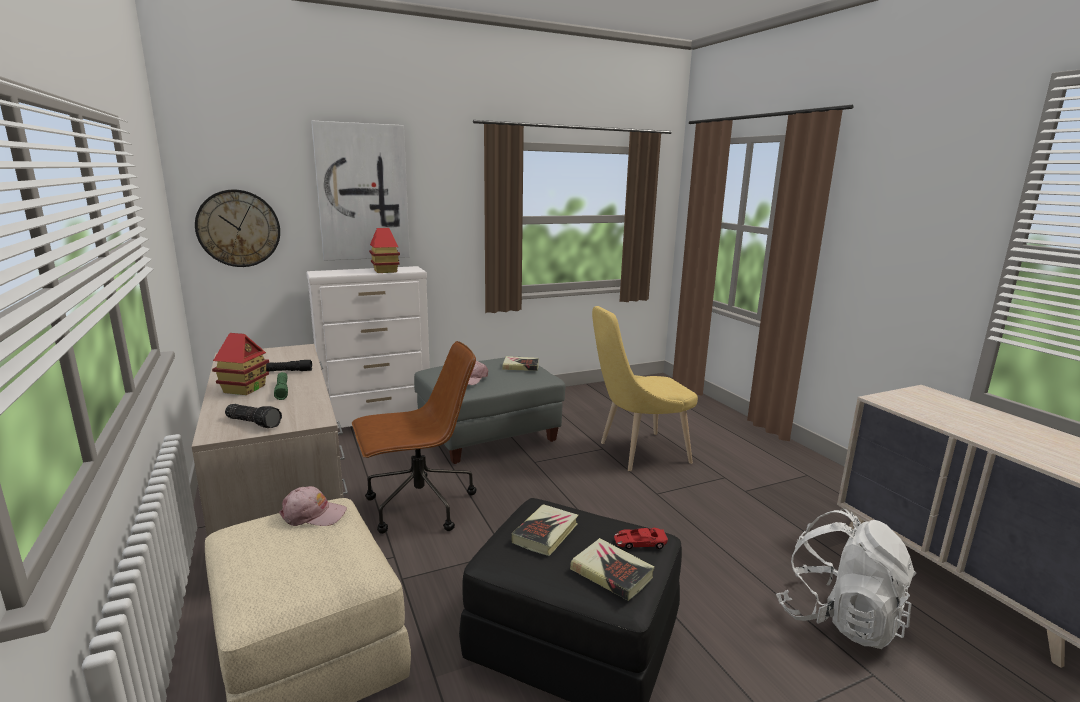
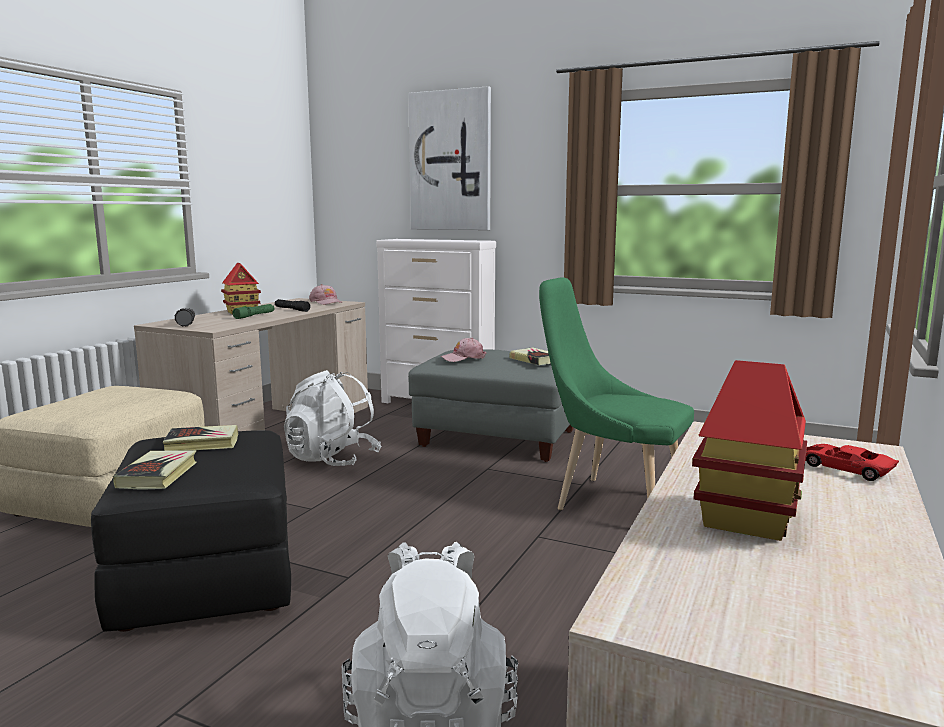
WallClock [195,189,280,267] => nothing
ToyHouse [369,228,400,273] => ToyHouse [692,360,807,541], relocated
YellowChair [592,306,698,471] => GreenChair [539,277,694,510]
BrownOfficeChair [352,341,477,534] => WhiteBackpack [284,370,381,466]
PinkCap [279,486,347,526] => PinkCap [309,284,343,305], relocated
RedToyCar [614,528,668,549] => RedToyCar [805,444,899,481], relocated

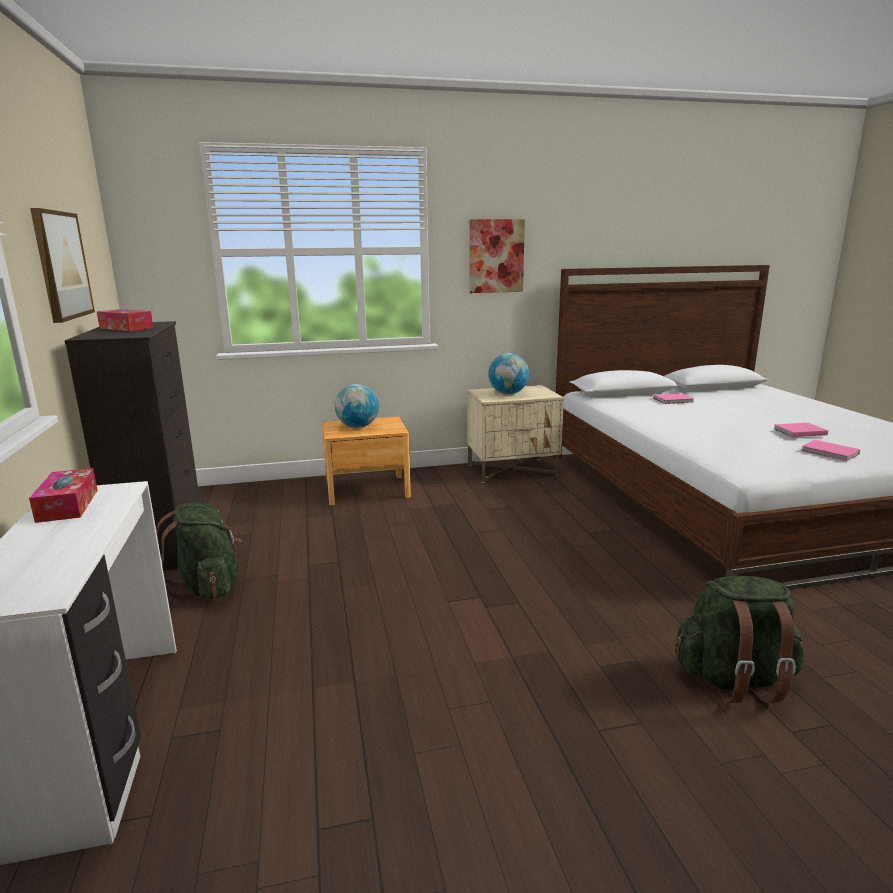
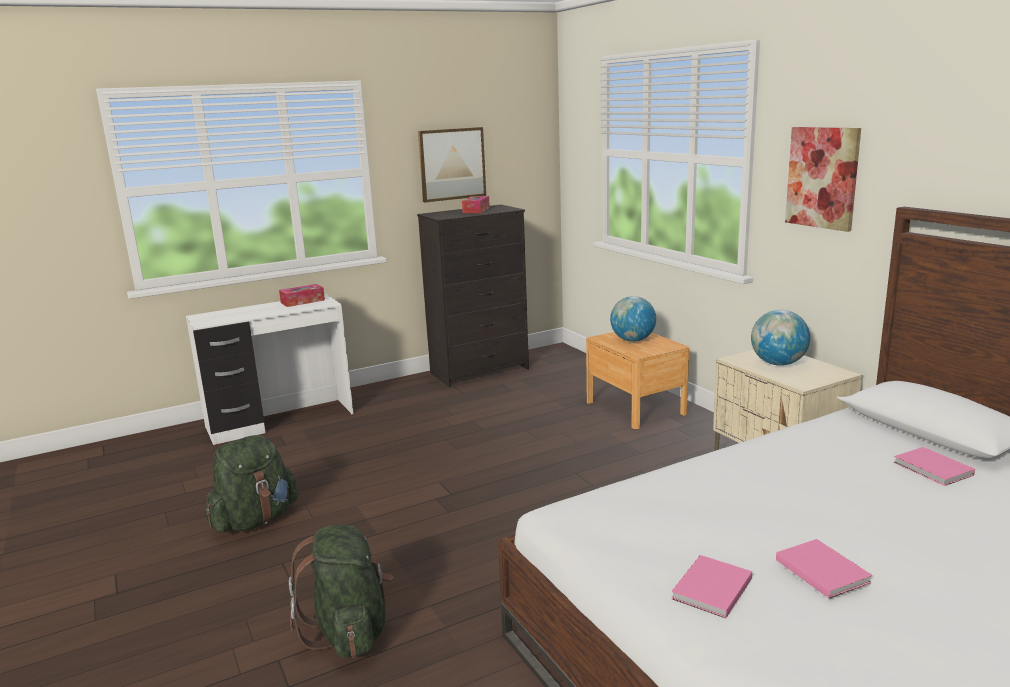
GreenBackpack [156,502,242,600] => GreenBackpack [206,435,299,532], relocated

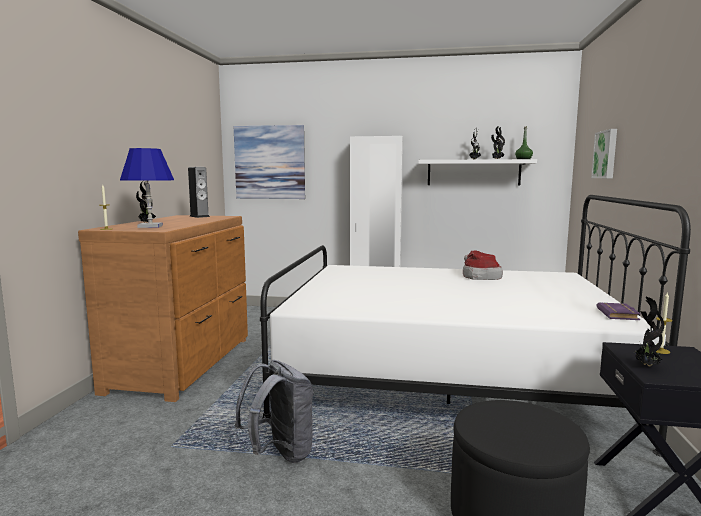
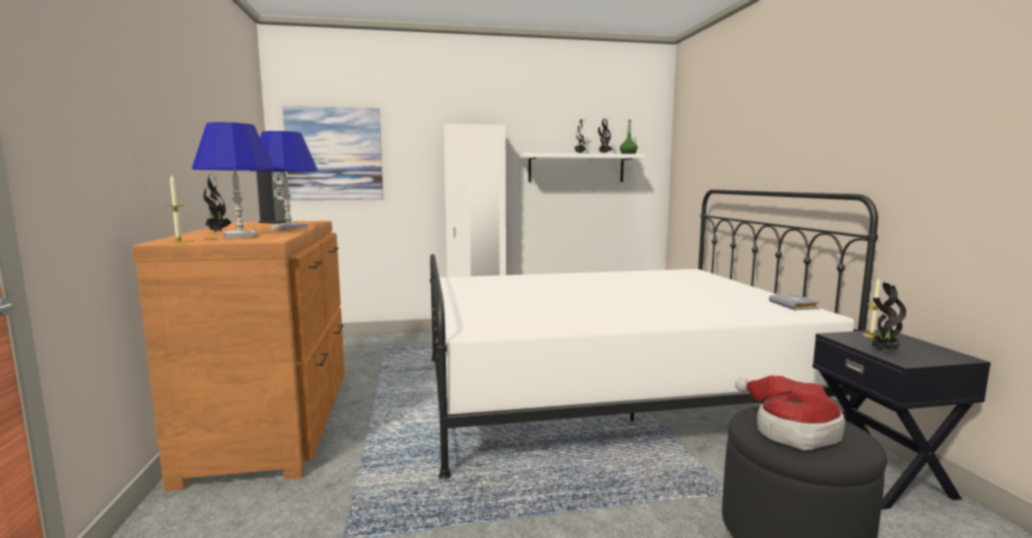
Picture [591,129,617,178] => nothing
Hat [463,250,503,280] => Hat [735,375,845,451], relocated
PurpleBook [596,302,640,320] => GreyBook [769,294,820,310]
GreyBackpack [235,360,314,463] => nothing
nothing => BlueTableLamp [250,131,318,230]

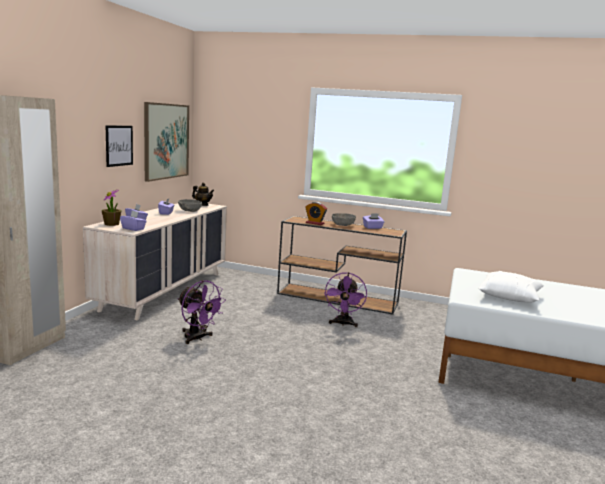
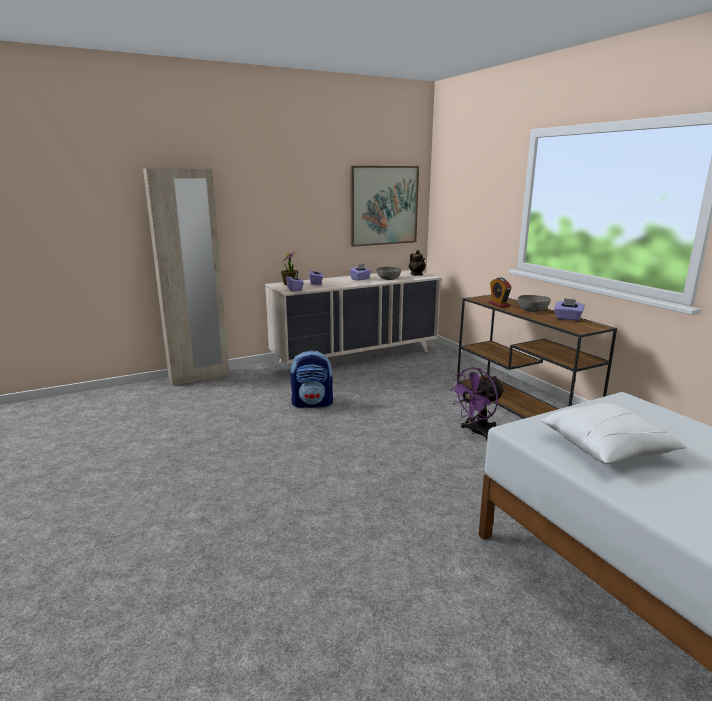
Picture [106,125,133,167] => nothing
PurpleFan [178,280,226,344] => Backpack [290,351,333,408]

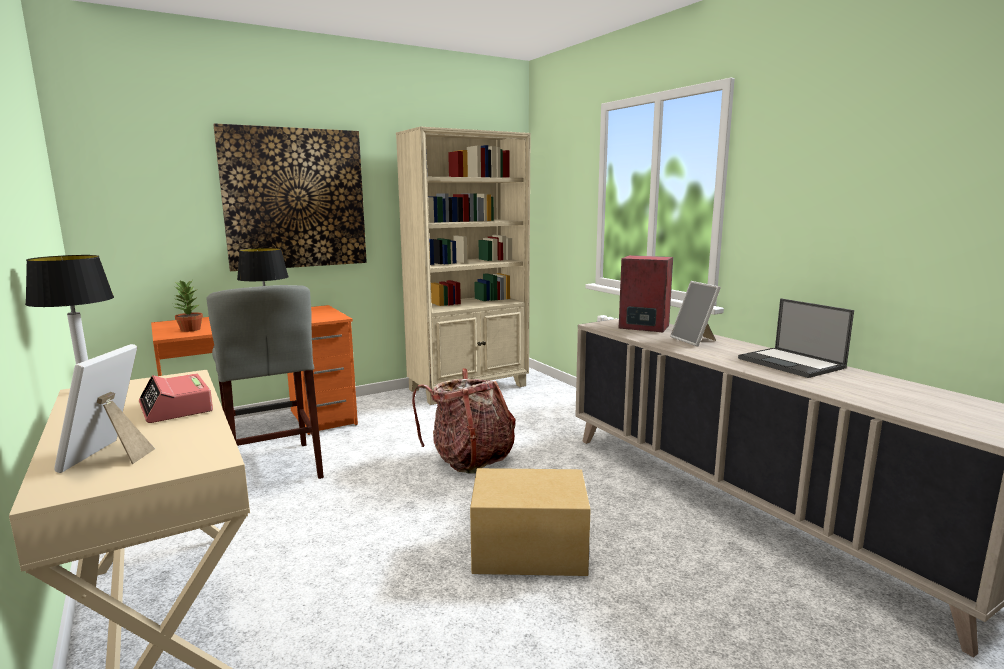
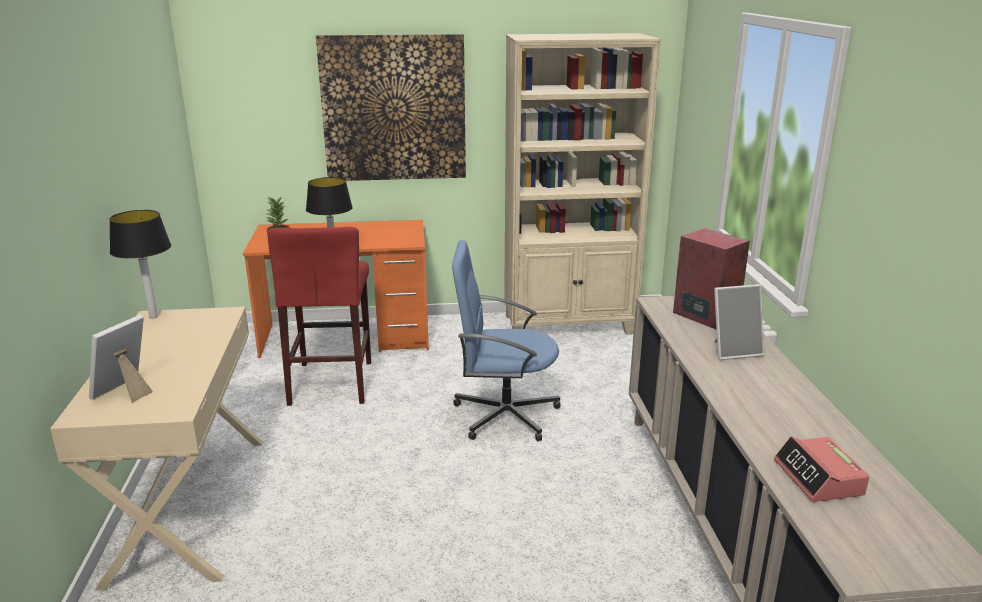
PictureFrame [670,281,721,346] => PictureFrame [714,284,765,360], 105 degrees counterclockwise
GreyStool [206,285,324,479] => RedStool [267,227,371,406]
Laptop [738,298,854,378] => nothing
Backpack [412,369,515,474] => BlueOfficeChair [452,240,561,441]
AlarmClock [139,374,213,423] => AlarmClock [774,436,869,502], relocated
CardboardBox [470,468,591,576] => nothing

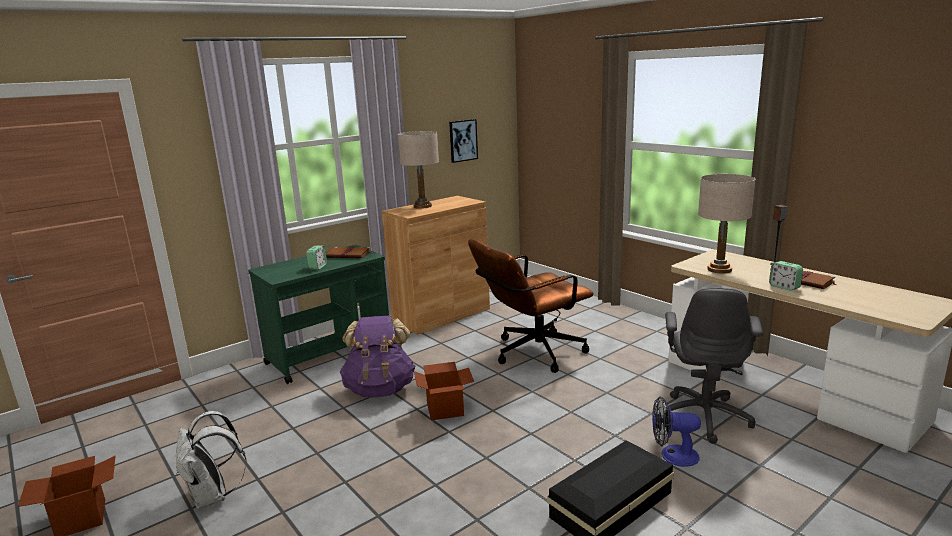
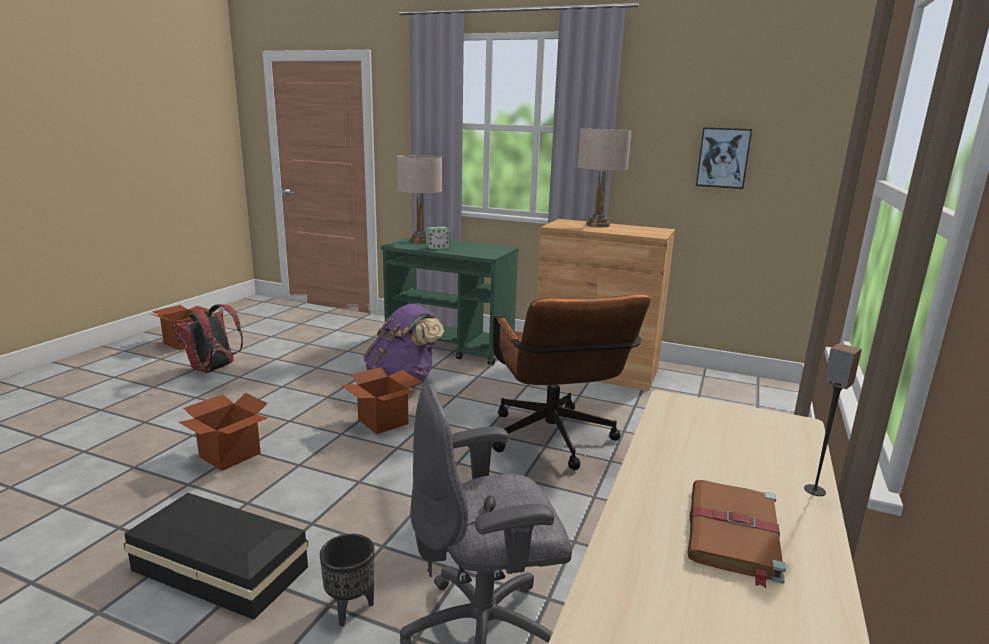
BeigeTableLamp [698,174,755,273] => BeigeTableLamp [397,155,442,243], relocated
BrownOfficeChair [468,239,594,373] => BrownOfficeChair [492,294,651,470], 135 degrees counterclockwise
BrownBook [326,247,371,258] => nothing
AlarmClock [769,261,803,291] => nothing
Fan [652,397,701,467] => BlackPlanter [320,534,375,627]
WhiteBackpack [176,411,246,509] => RedBackpack [174,304,243,373]
nothing => CardboardBox [179,393,268,471]

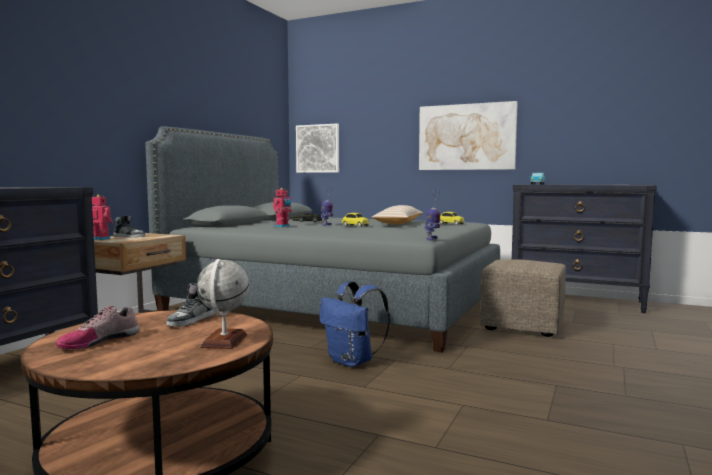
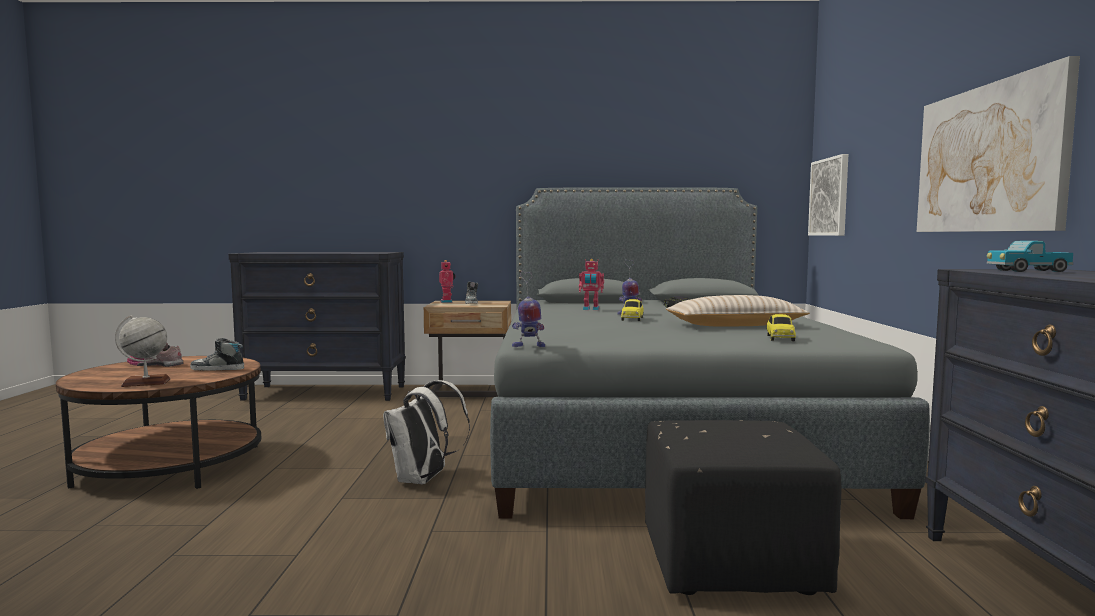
BeigeOttoman [480,259,566,337] => BlackOttoman [645,420,842,595]
BlueBackpack [319,281,390,367] => WhiteBackpack [383,380,470,484]

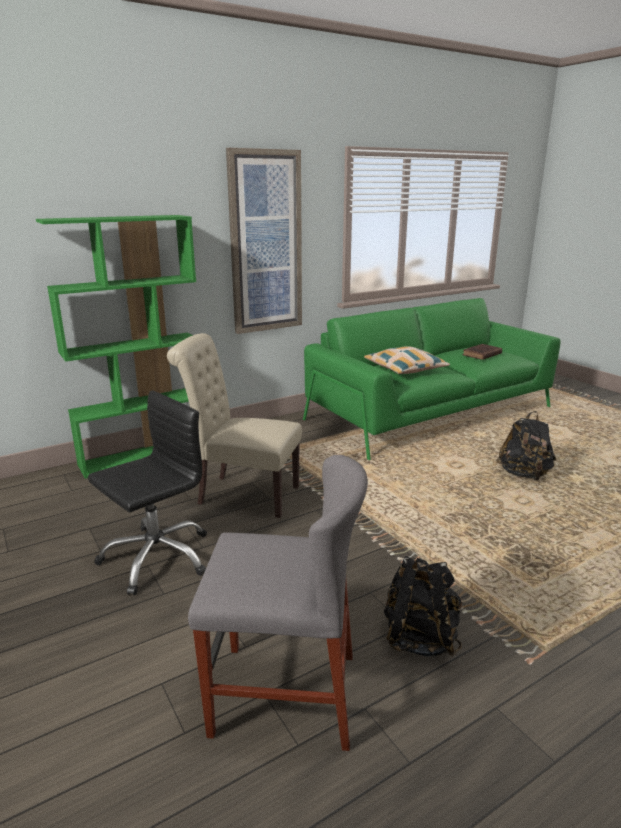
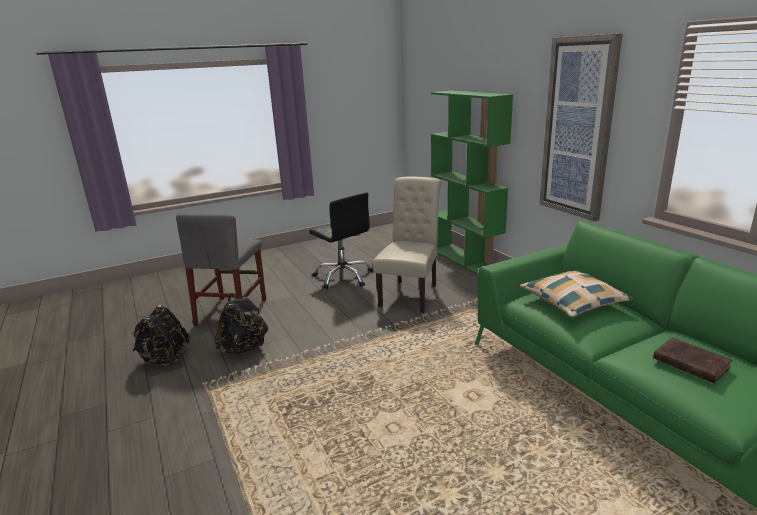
BlackBackpack [496,411,556,481] => BlackBackpack [133,305,190,366], relocated

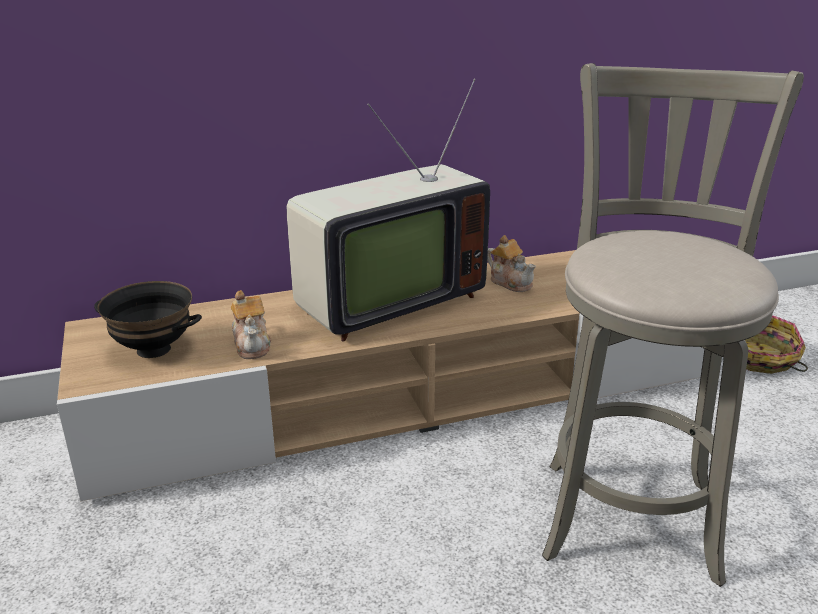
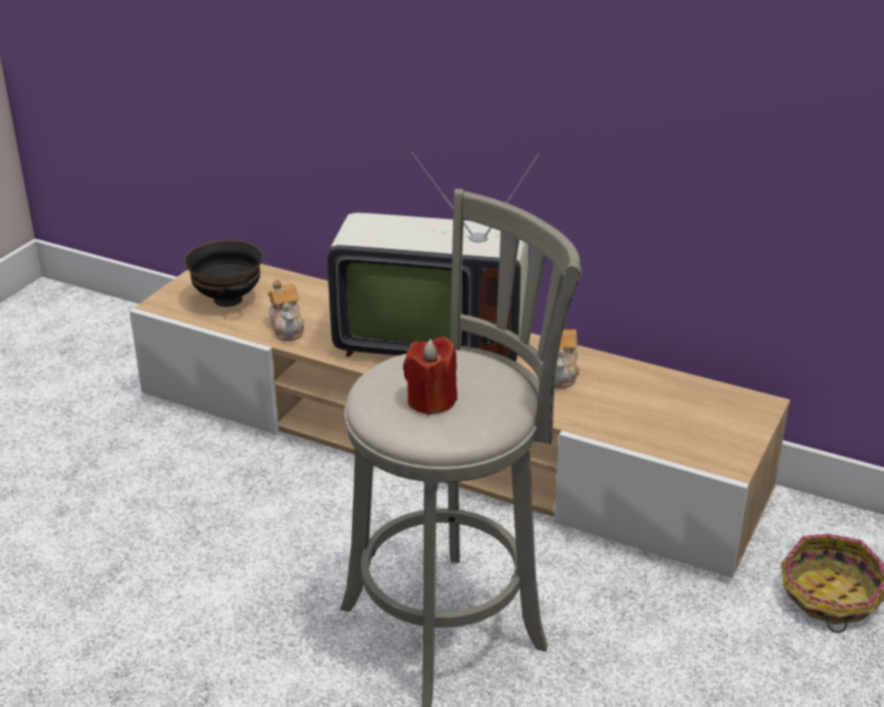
Teapot [231,290,271,359] => Teapot [268,279,304,341], 45 degrees counterclockwise
nothing => RedCandle [403,337,457,415]

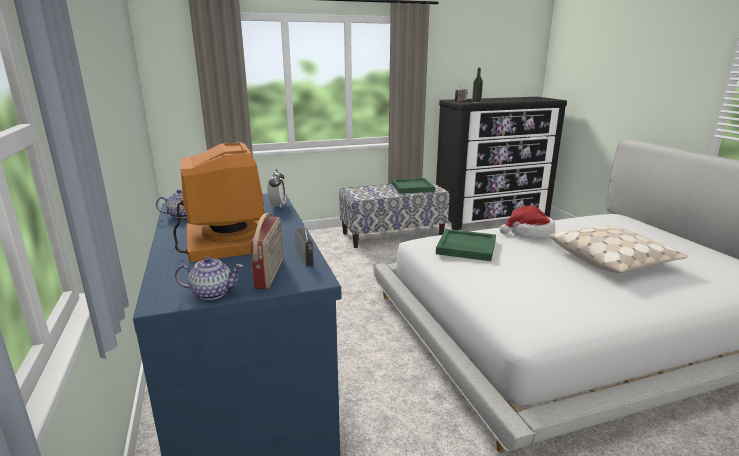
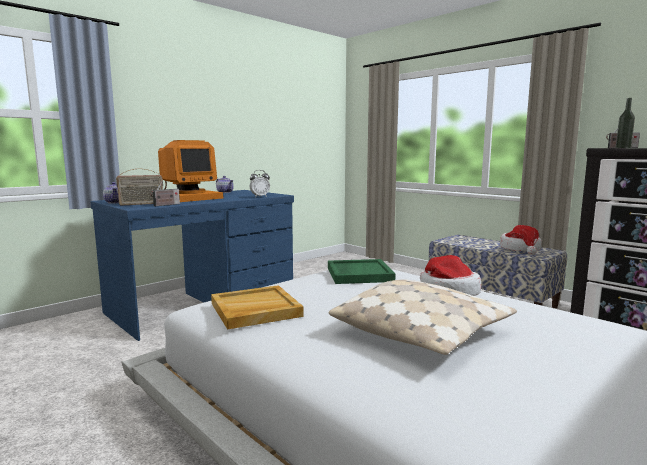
GreenTray [392,178,435,194] => Hat [500,225,542,255]
nothing => BeigeTray [211,285,304,329]

